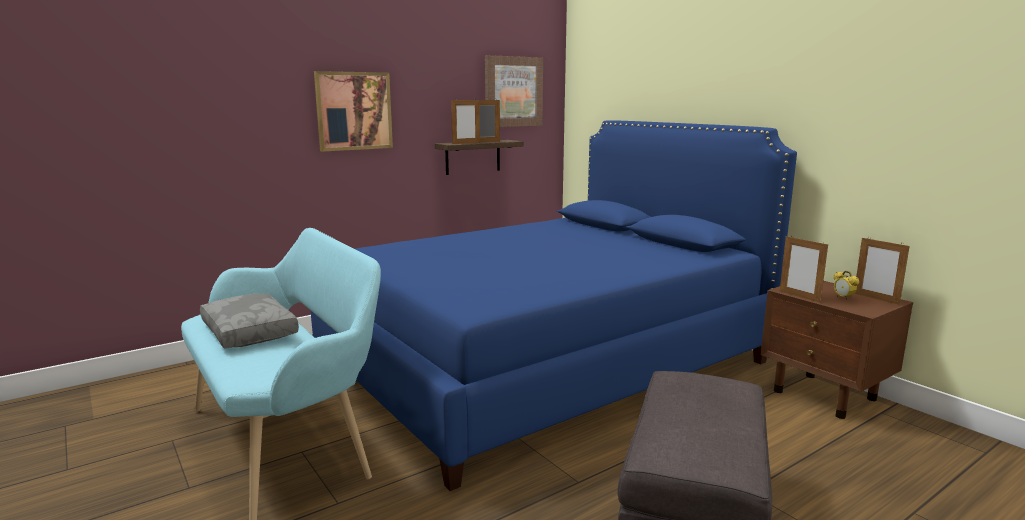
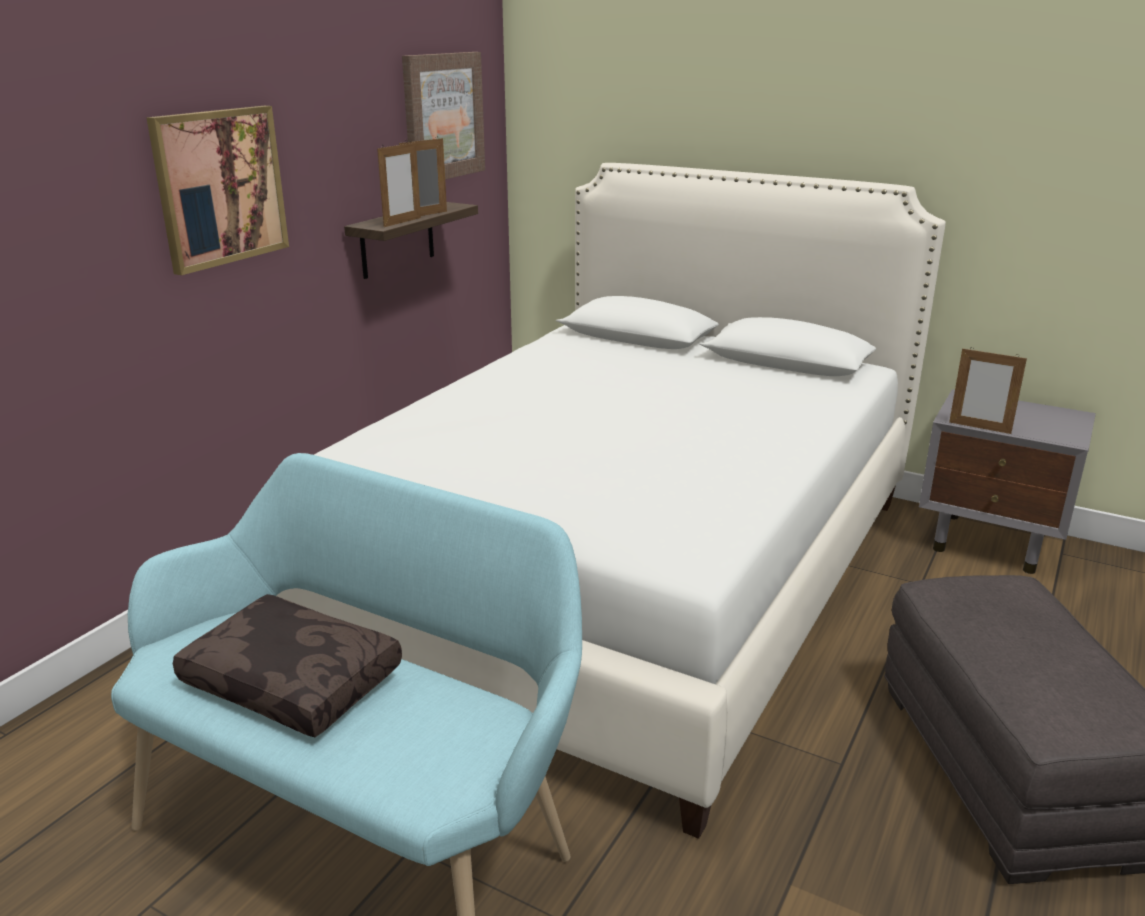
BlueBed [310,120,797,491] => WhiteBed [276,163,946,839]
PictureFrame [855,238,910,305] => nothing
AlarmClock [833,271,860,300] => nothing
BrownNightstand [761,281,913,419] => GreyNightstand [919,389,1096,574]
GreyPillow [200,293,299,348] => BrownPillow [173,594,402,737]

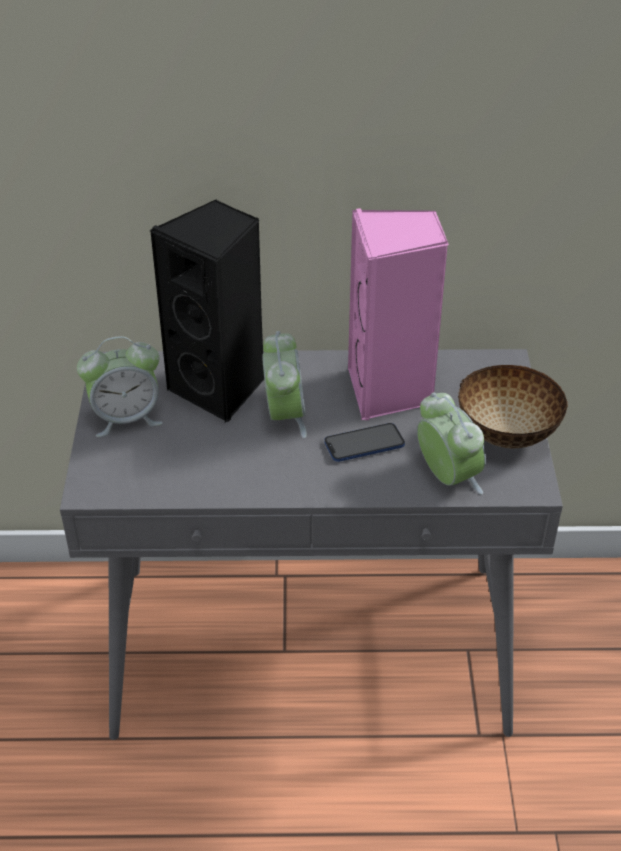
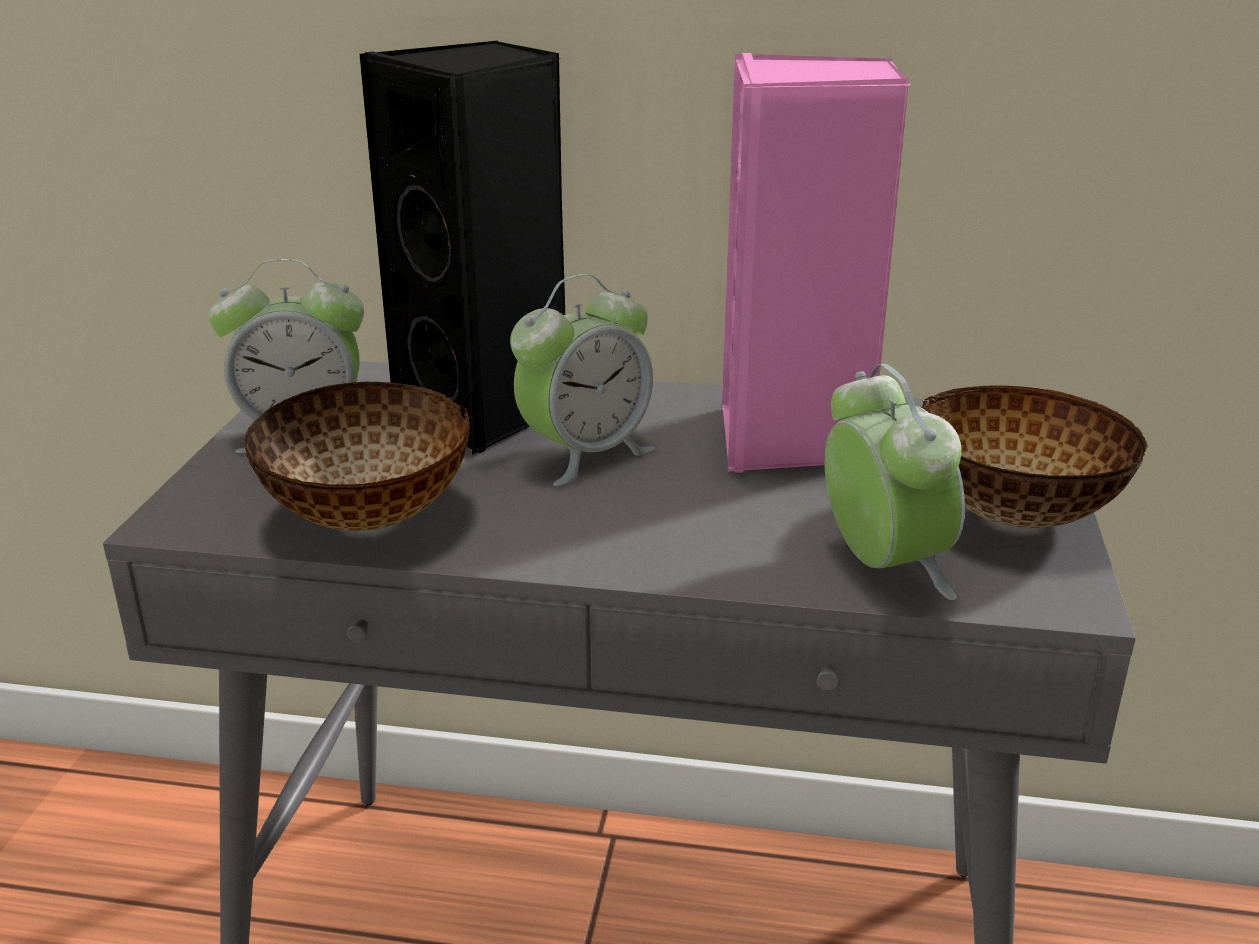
AlarmClock [262,331,307,438] => AlarmClock [510,274,655,486], 45 degrees clockwise
Phone [324,423,405,462] => nothing
nothing => Bowl [244,381,470,531]

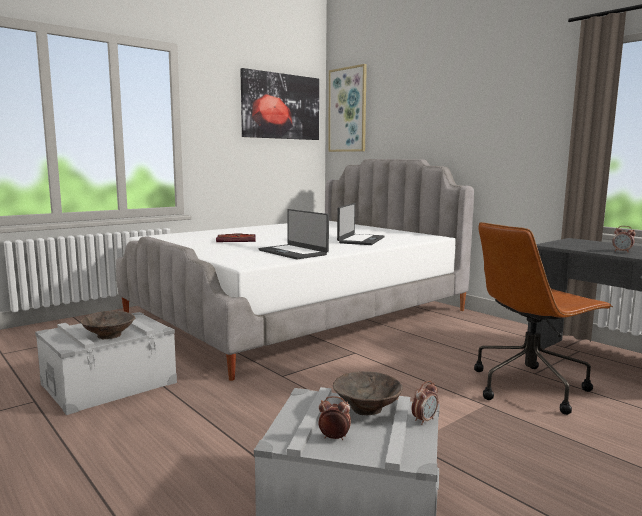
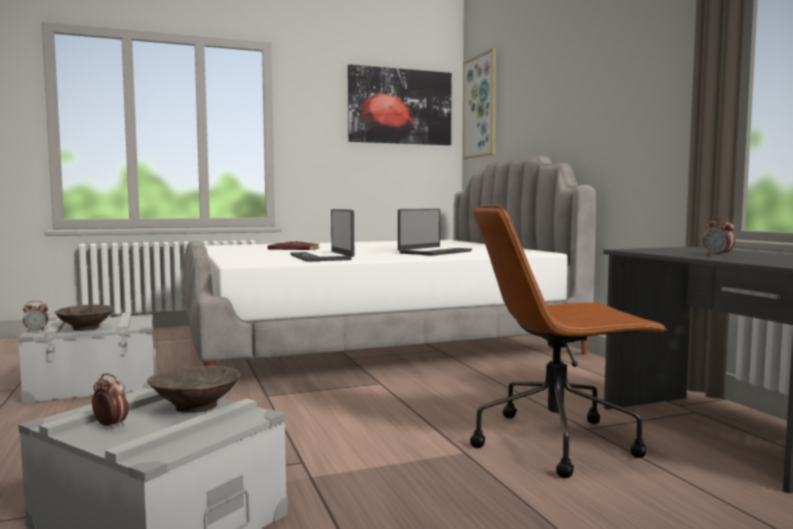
AlarmClock [412,381,438,425] => AlarmClock [23,301,48,332], relocated

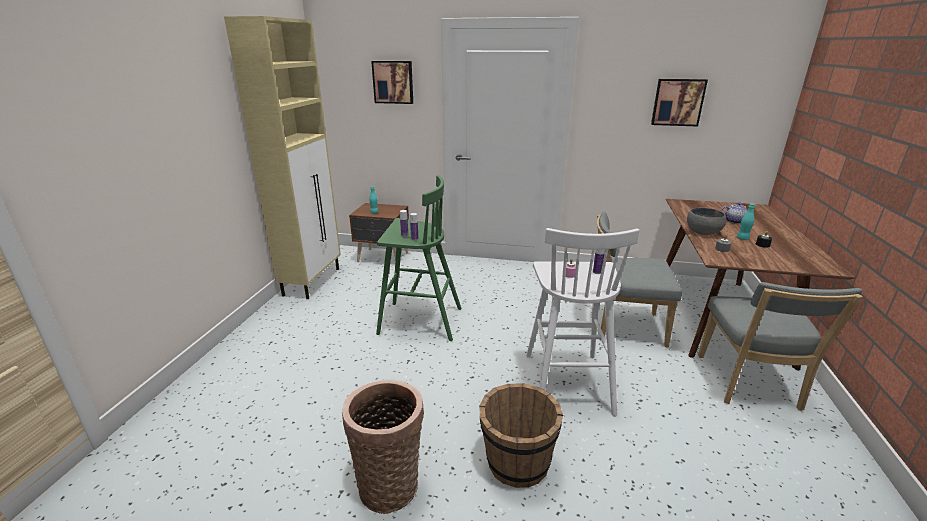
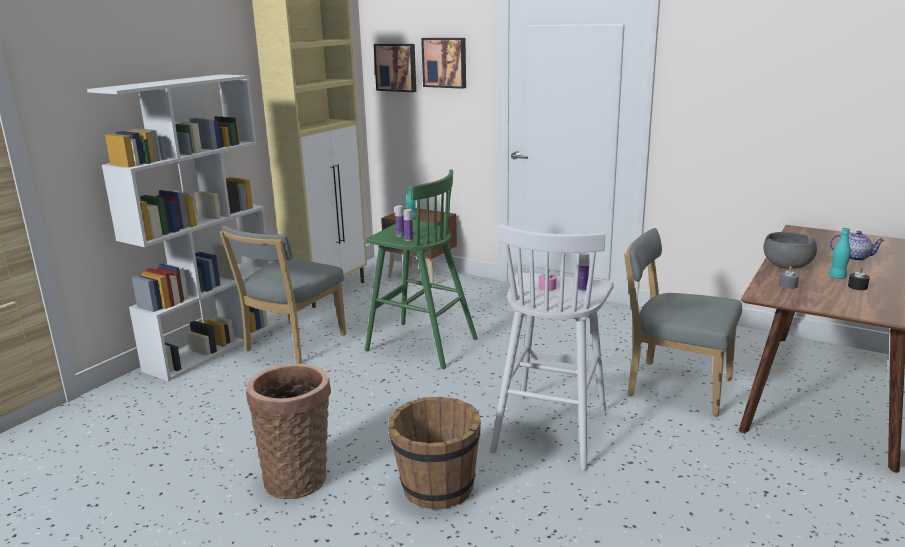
Picture [651,79,708,126] => Picture [374,44,416,92], relocated
GreyChair [698,282,863,411] => GreyChair [220,226,346,364], relocated
nothing => WhiteBookcase [87,74,278,381]

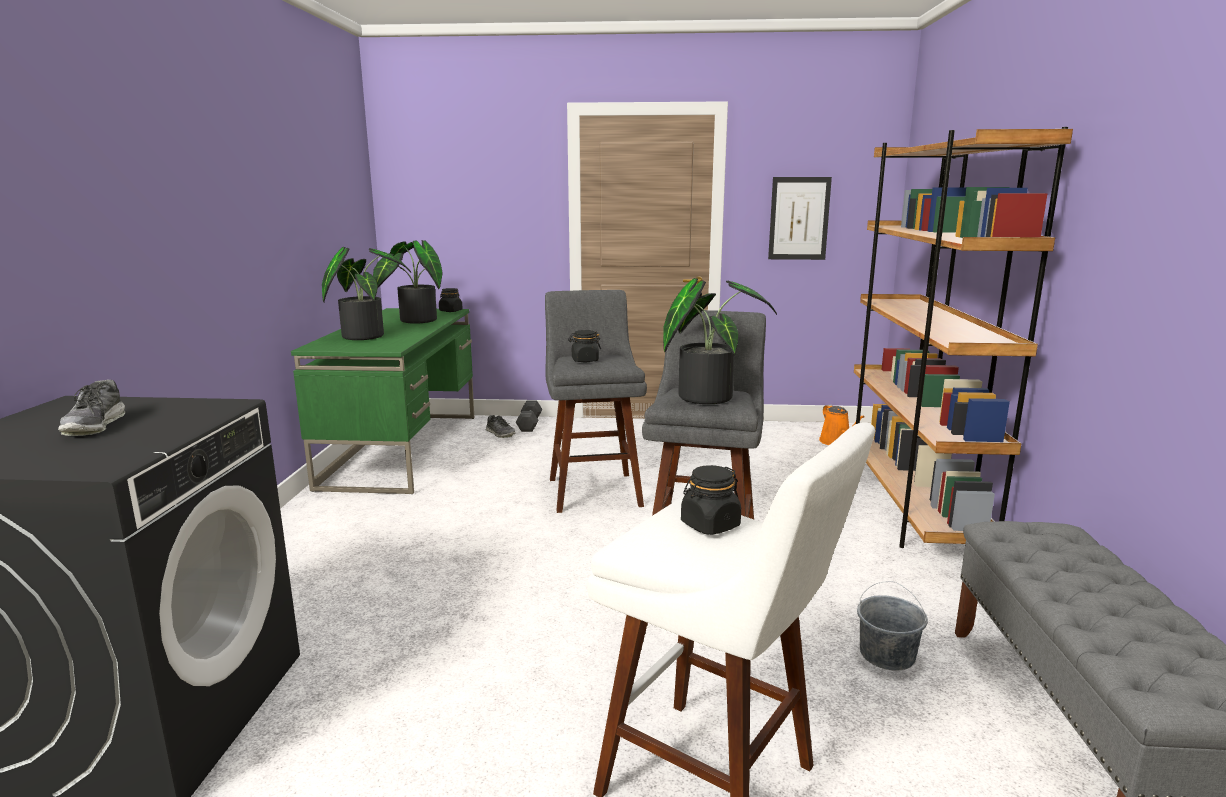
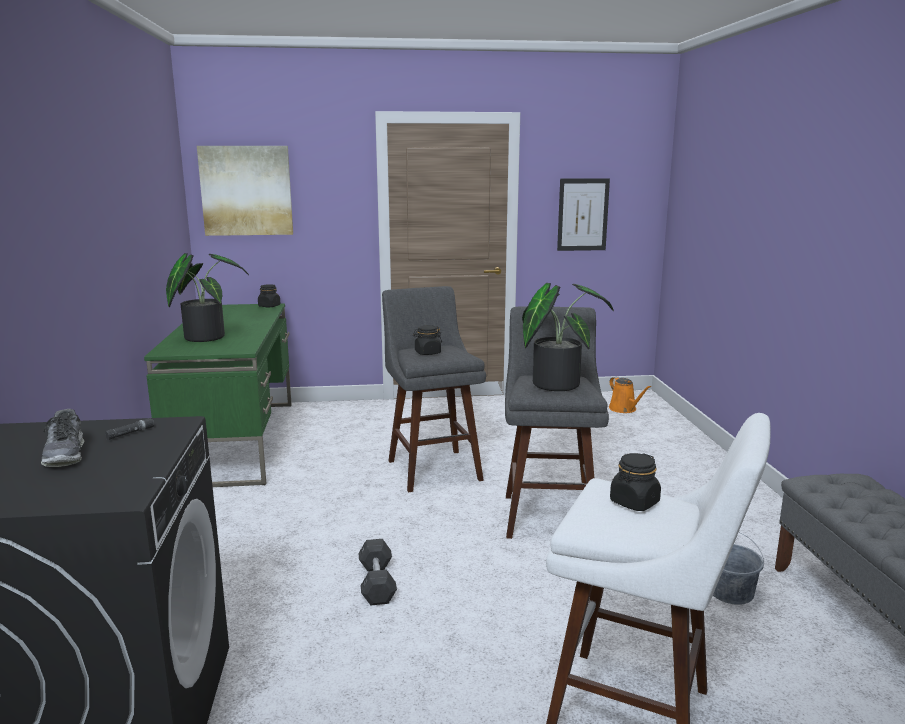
BrownBookcase [854,127,1073,548] => nothing
PottedPlant [373,240,443,324] => nothing
GreyDumbbell [516,400,542,432] => GreyDumbbell [359,539,397,605], relocated
Shoe [486,415,516,438] => nothing
nothing => Picture [197,146,293,236]
nothing => BlackFlashlight [105,418,155,440]

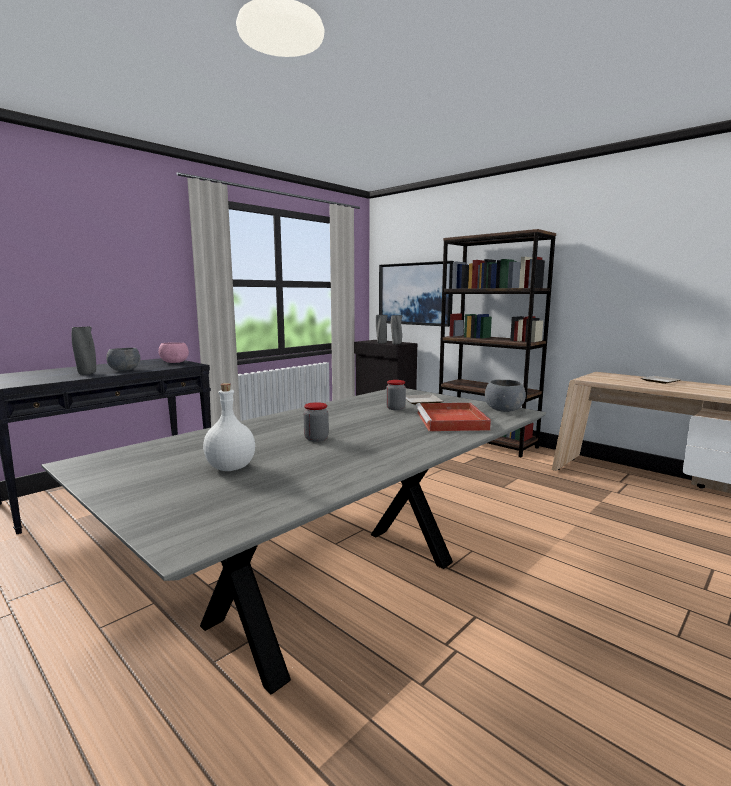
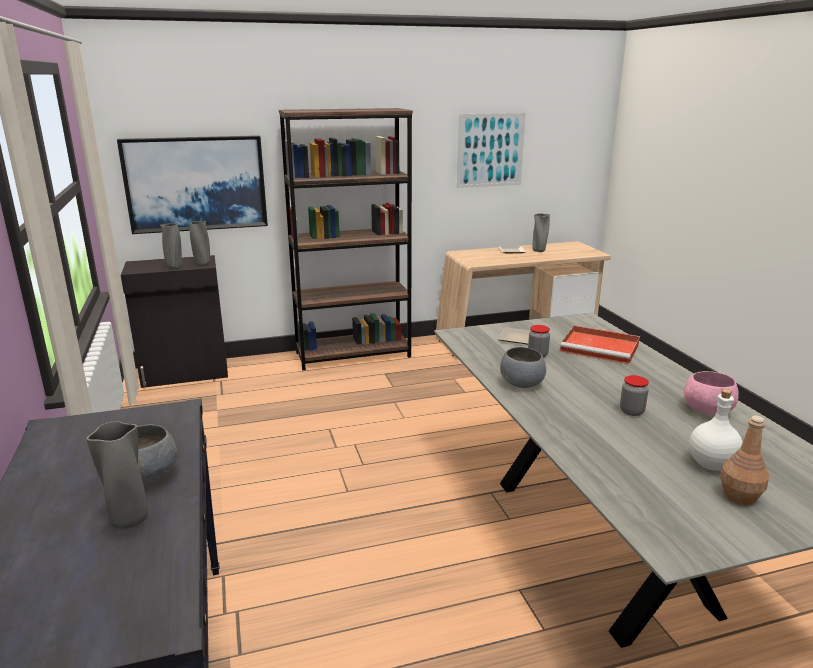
PinkBowl [159,342,189,363] => PinkBowl [684,371,739,415], relocated
GreyBowl [485,380,526,412] => GreyBowl [500,347,546,388], relocated
nothing => Picture [457,113,525,188]
nothing => GreyVase [532,214,550,252]
nothing => BrownBottle [720,416,769,506]

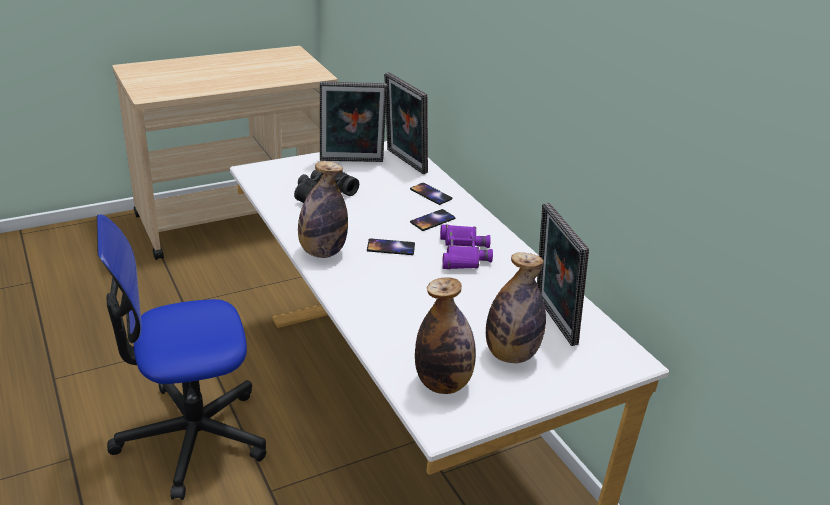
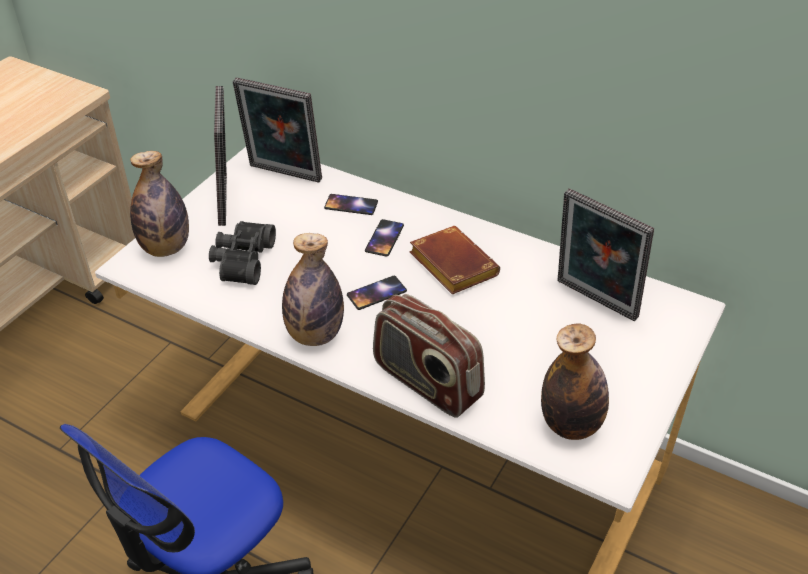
PictureFrame [320,81,387,162] => PictureFrame [214,86,227,226], 60 degrees counterclockwise
PurpleBinoculars [440,225,493,269] => BrownBook [409,226,500,295]
Bottle [486,252,546,363] => Bottle [130,151,189,257], relocated
nothing => Radio [373,294,485,418]

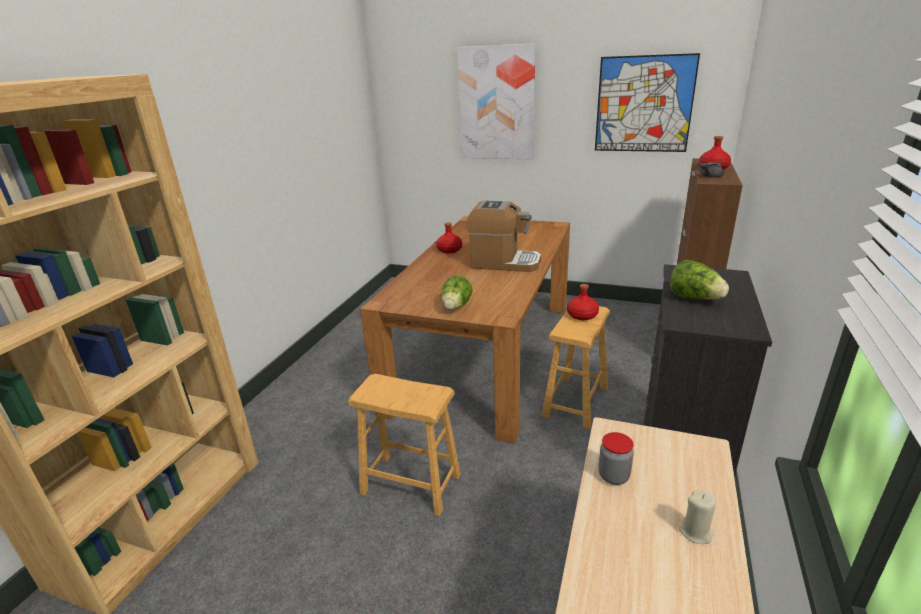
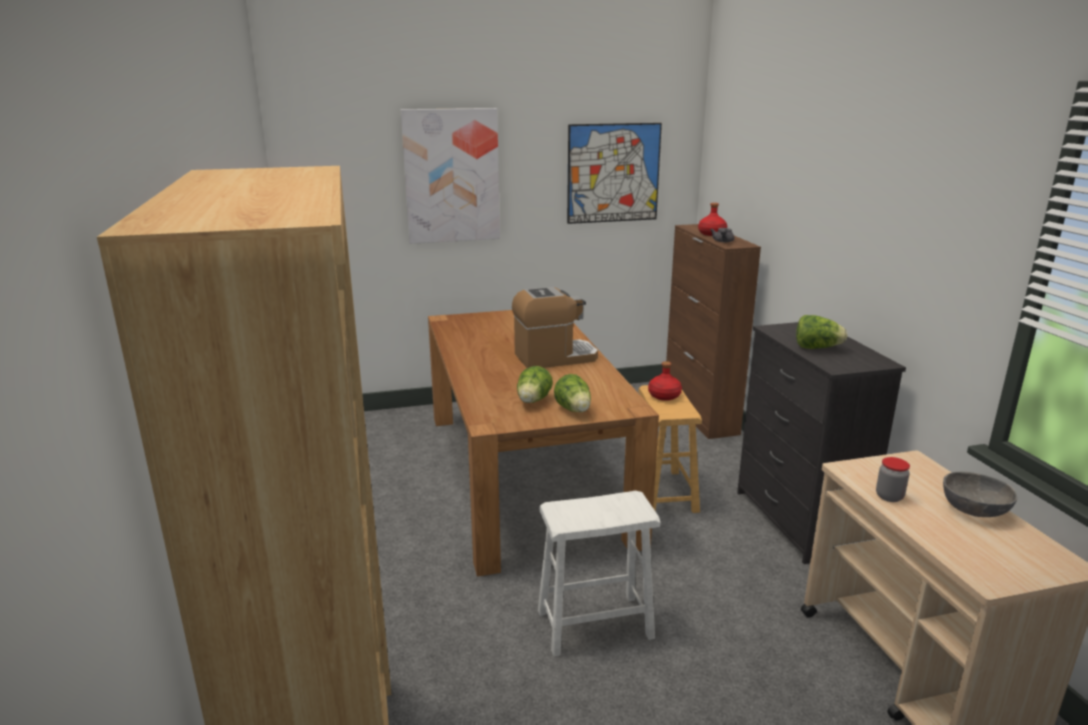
RedBottle [436,222,462,253] => nothing
BrownStool [348,374,461,516] => WhiteStool [538,491,661,656]
BeigeCandle [679,491,716,544] => GreyBowl [943,472,1017,517]
nothing => Lettuce [517,366,553,403]

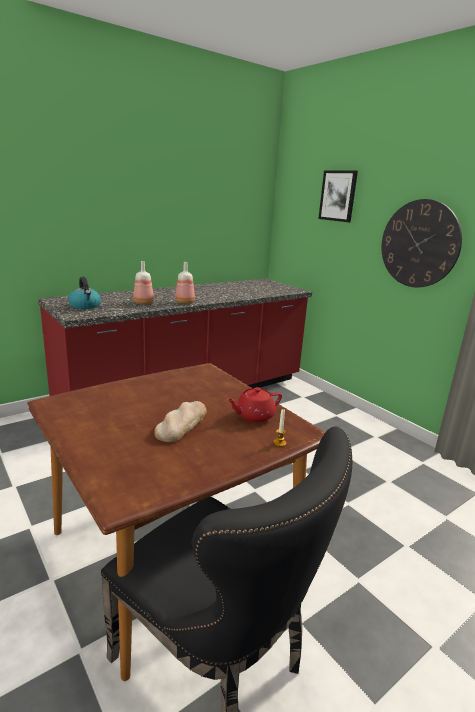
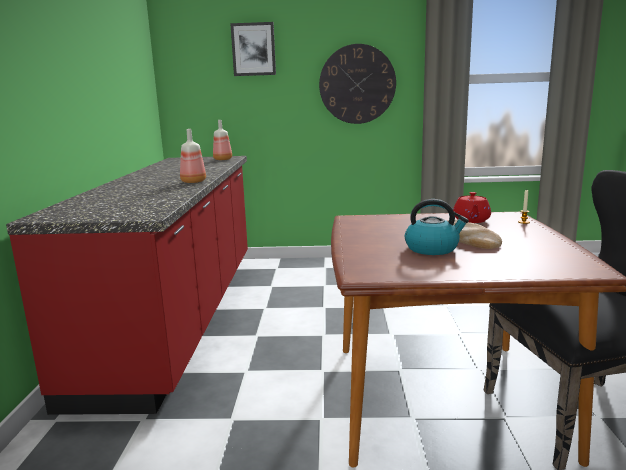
Bottle [133,261,154,304] => Bottle [213,120,232,160], relocated
Kettle [68,277,101,309] => Kettle [405,199,469,255], relocated

